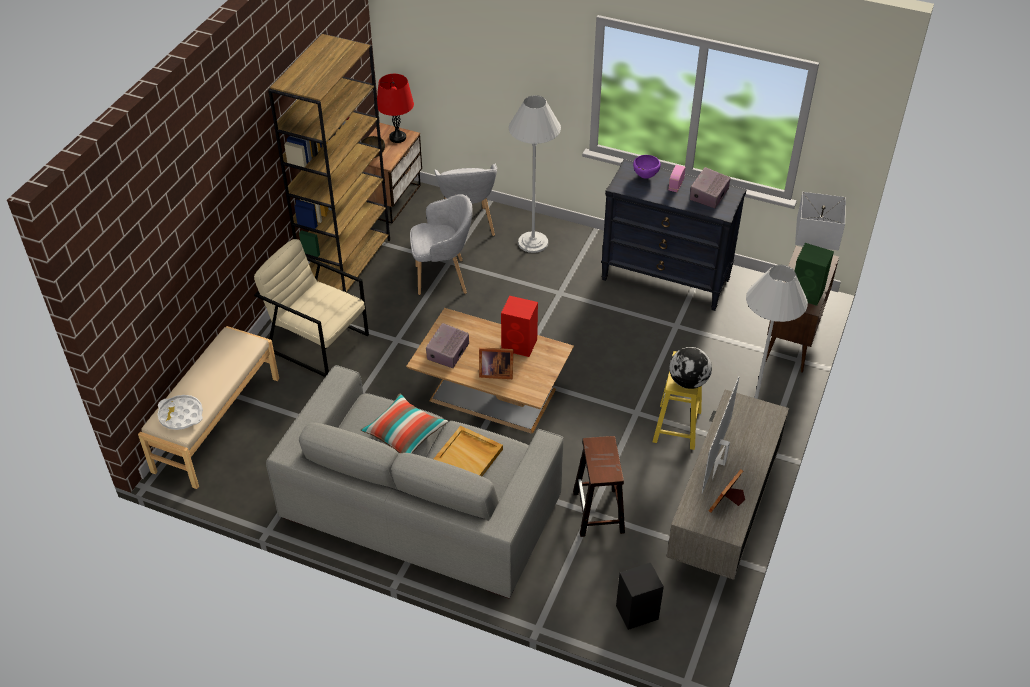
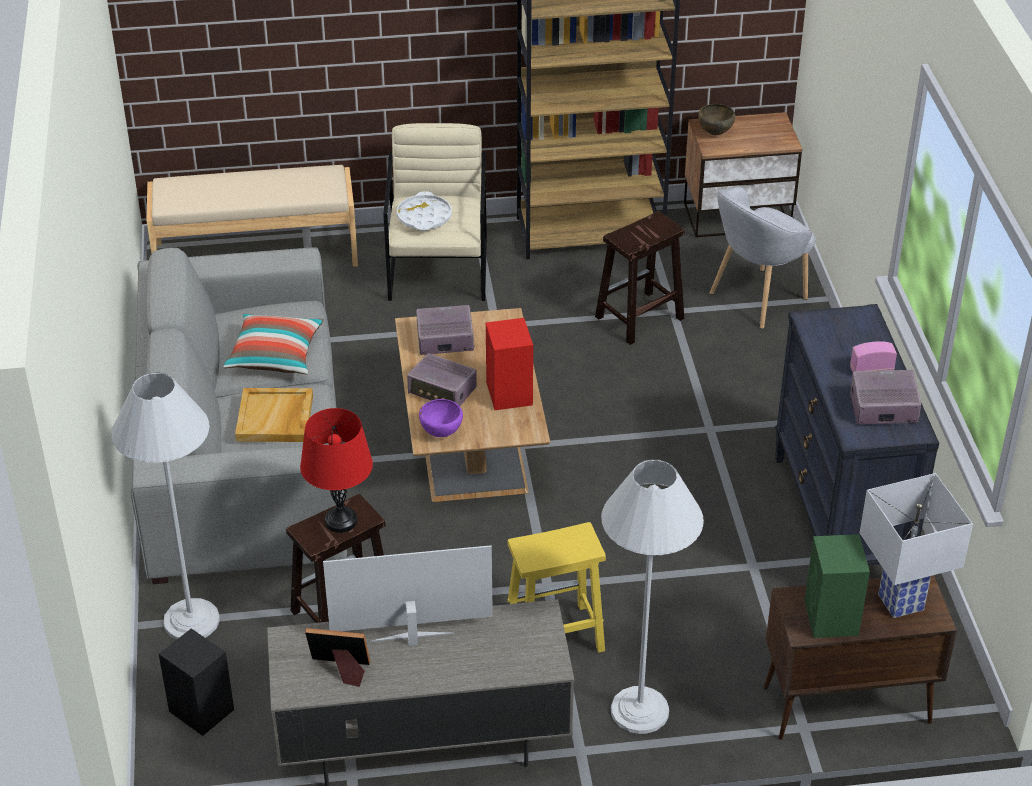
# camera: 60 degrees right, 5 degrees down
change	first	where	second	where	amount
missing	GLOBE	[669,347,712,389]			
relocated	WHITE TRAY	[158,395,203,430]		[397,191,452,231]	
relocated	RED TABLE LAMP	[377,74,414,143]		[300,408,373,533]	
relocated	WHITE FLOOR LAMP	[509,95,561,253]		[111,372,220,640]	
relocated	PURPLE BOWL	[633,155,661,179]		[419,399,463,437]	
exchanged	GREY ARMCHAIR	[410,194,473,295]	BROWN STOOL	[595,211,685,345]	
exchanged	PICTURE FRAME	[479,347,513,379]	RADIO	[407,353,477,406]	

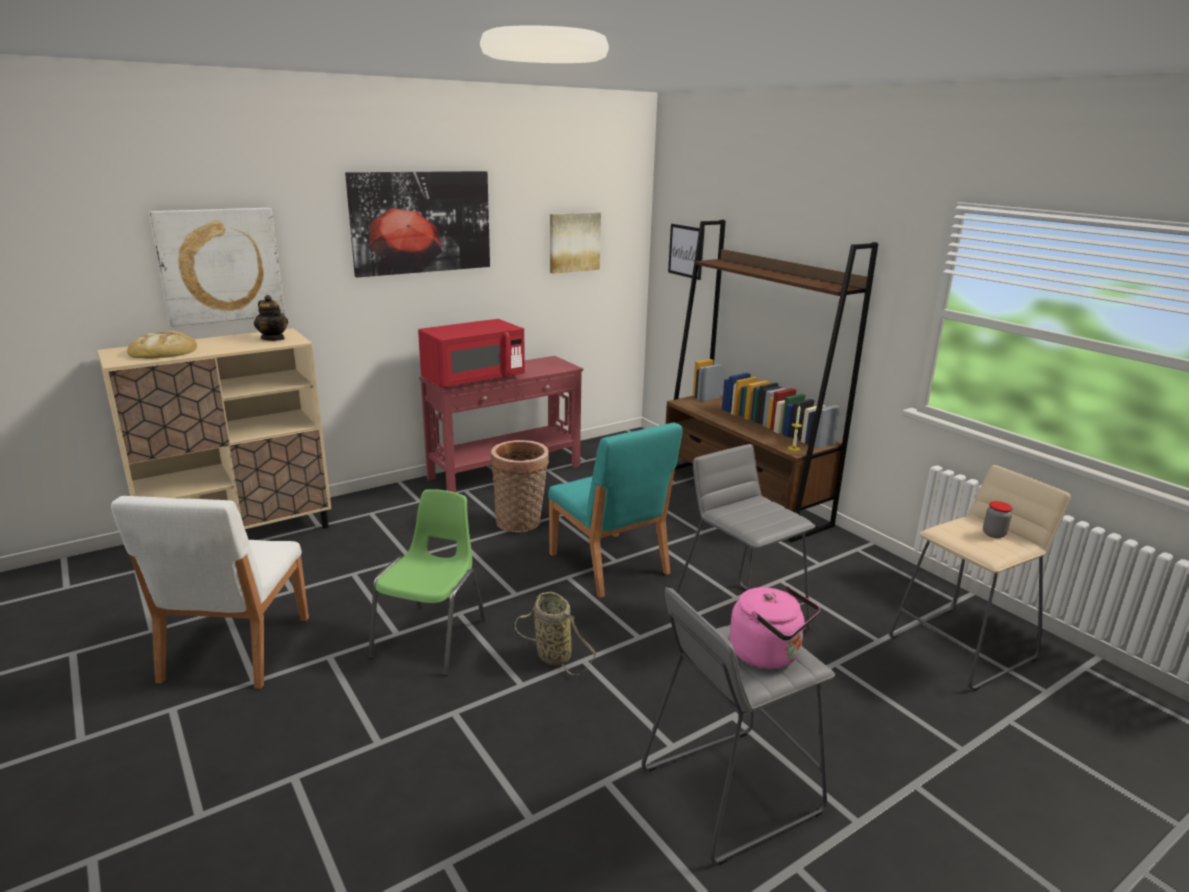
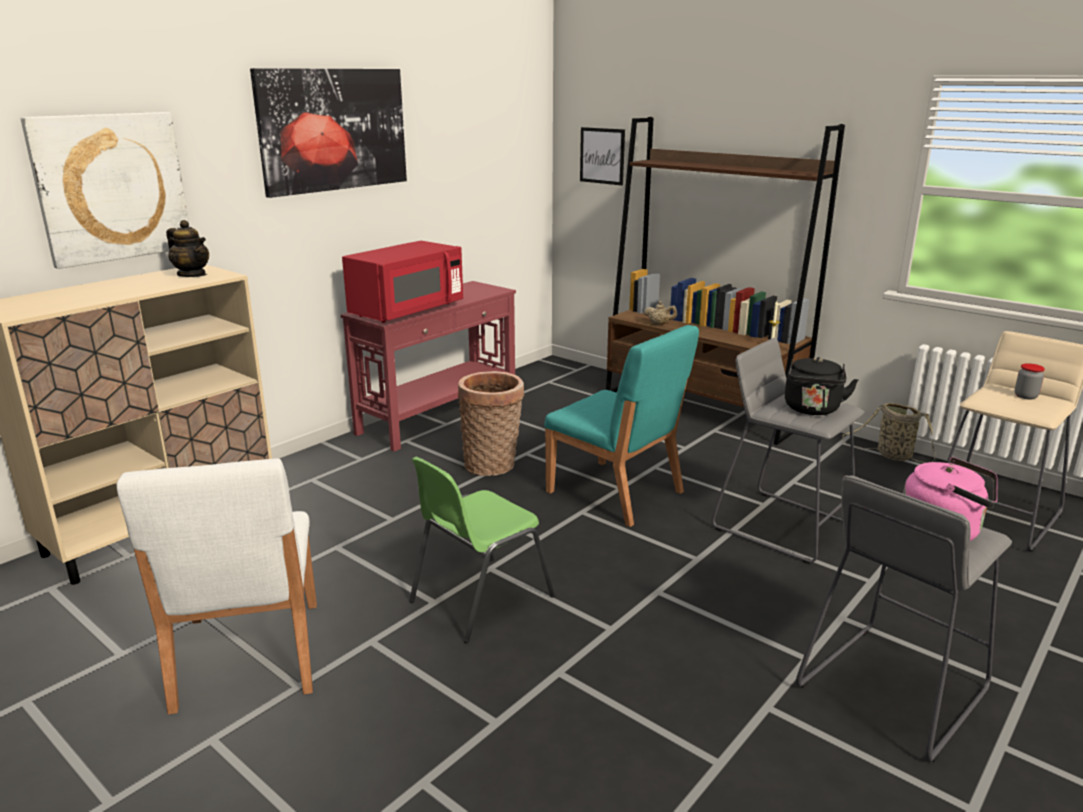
# camera: 15 degrees left, 0 degrees up
change	first	where	second	where	amount
missing	BREAD	[127,331,197,359]			
missing	PICTURE	[550,212,601,274]			
appeared			BEIGE TEAPOT	[644,301,677,325]	
appeared			BLACK KETTLE	[785,357,858,415]	
relocated	BASKET	[515,592,597,675]		[842,403,935,463]	
spun	GREEN CHAIR	[368,489,486,676]		[409,457,555,643]	135 degrees counterclockwise

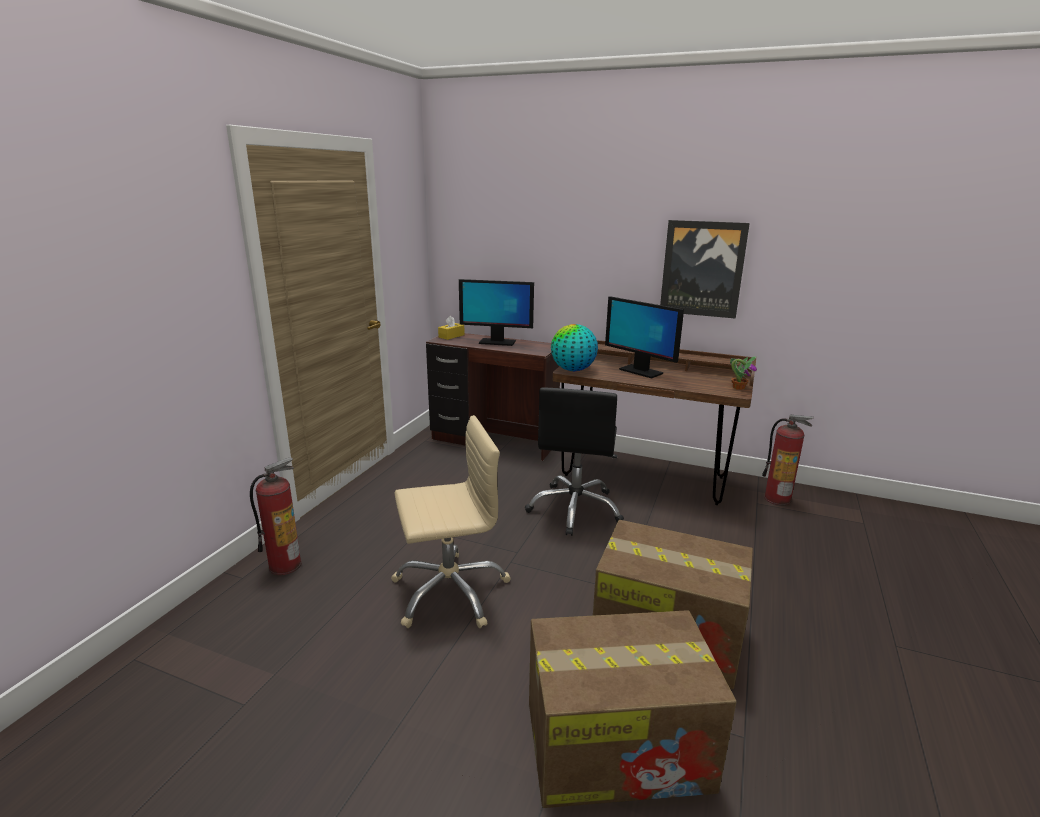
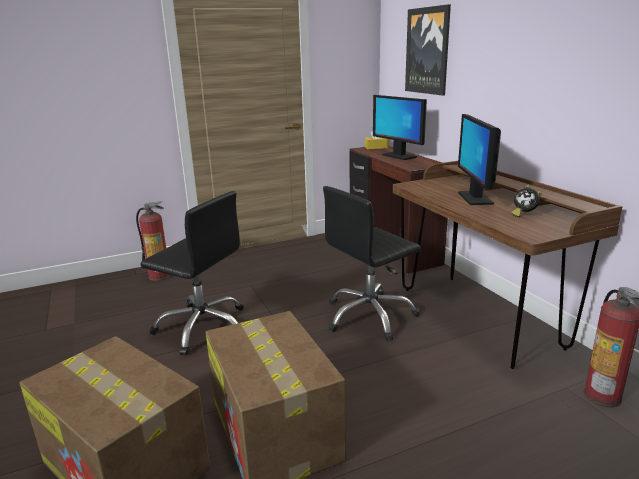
# camera: 45 degrees right, 0 degrees up
change	first	where	second	where	amount
missing	GLOBE	[551,324,598,371]			
missing	POTTED PLANT	[730,356,757,390]			
appeared			ALARM CLOCK	[511,185,542,218]	
relocated	PICTURE	[660,220,750,319]		[405,4,451,96]	
colour	BEIGE OFFICE CHAIR	[391,415,510,628]	BLACK OFFICE CHAIR	[140,191,244,355]	

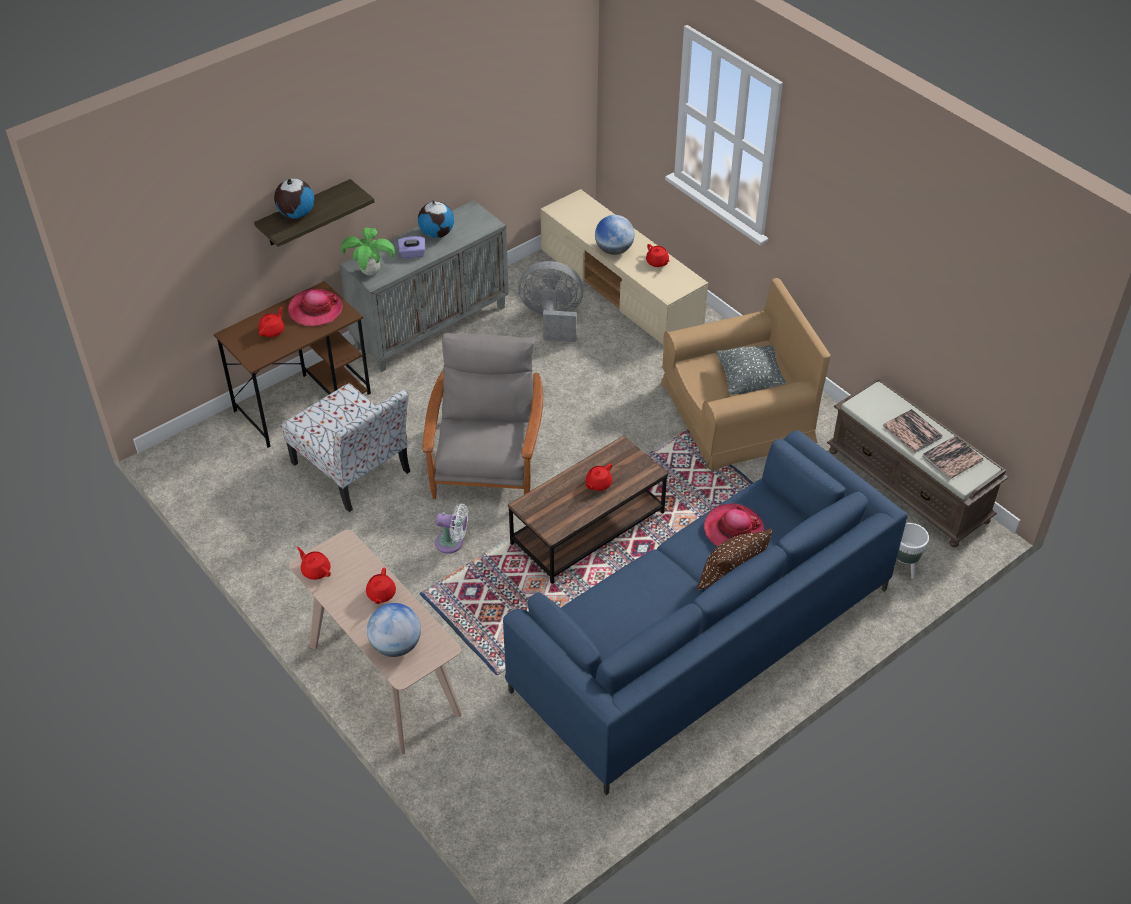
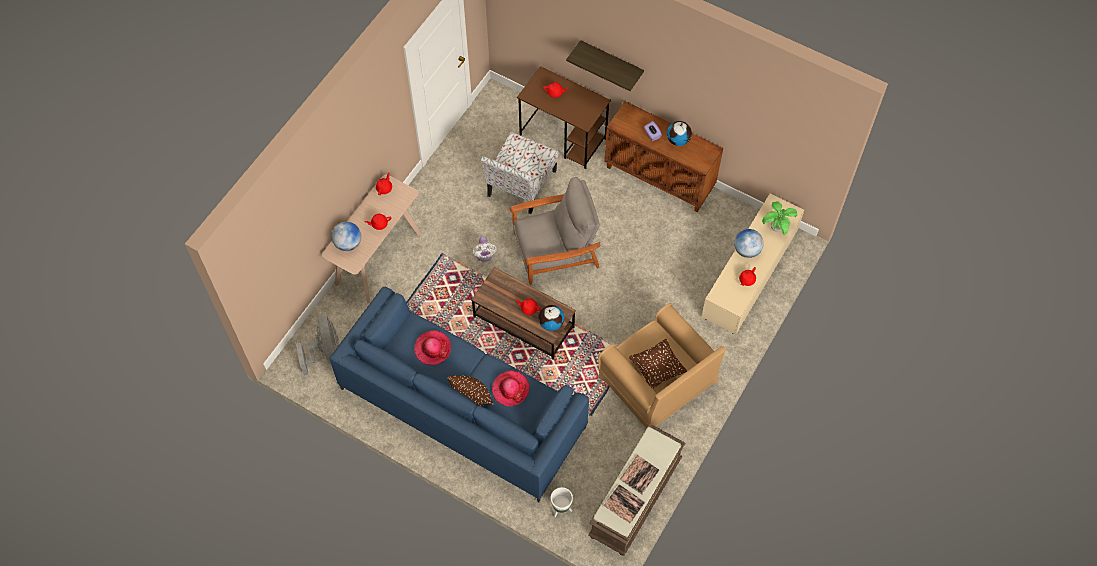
# camera: 70 degrees right, 15 degrees up
change	first	where	second	where	amount
relocated	GLOBE	[274,178,314,219]		[538,305,564,331]	
relocated	HAT	[288,289,343,326]		[414,331,451,365]	
relocated	POTTED PLANT	[341,228,395,275]		[762,201,798,235]	
relocated	GREY FAN	[518,261,584,342]		[296,316,339,376]	
colour	GREY CABINET	[339,200,509,372]	BROWN CABINET	[604,101,723,212]	
colour	GREY PILLOW	[716,345,787,395]	BROWN PILLOW	[629,339,687,389]	

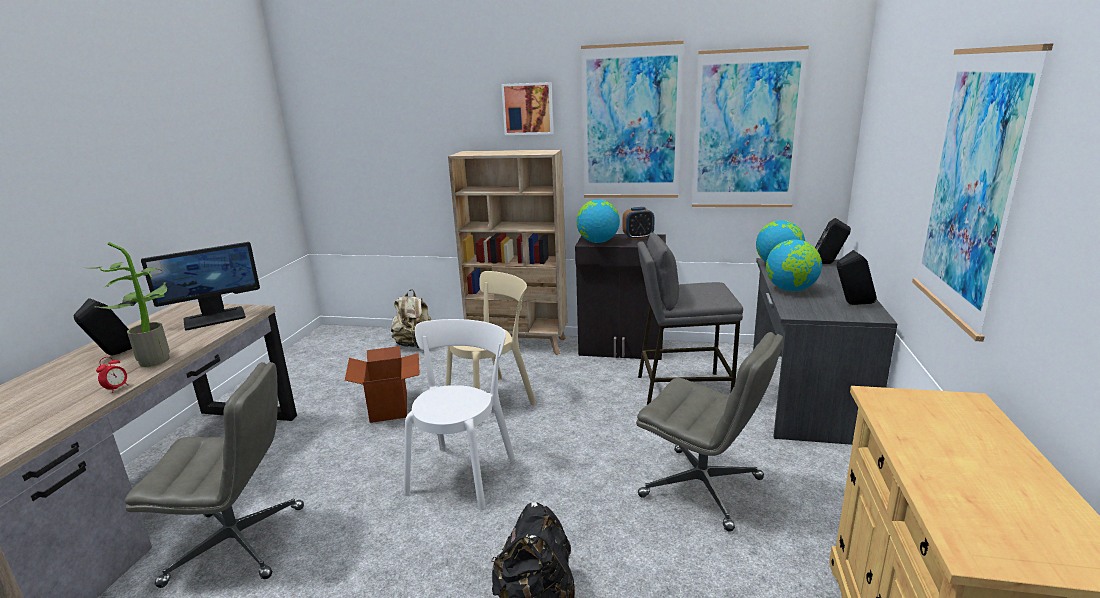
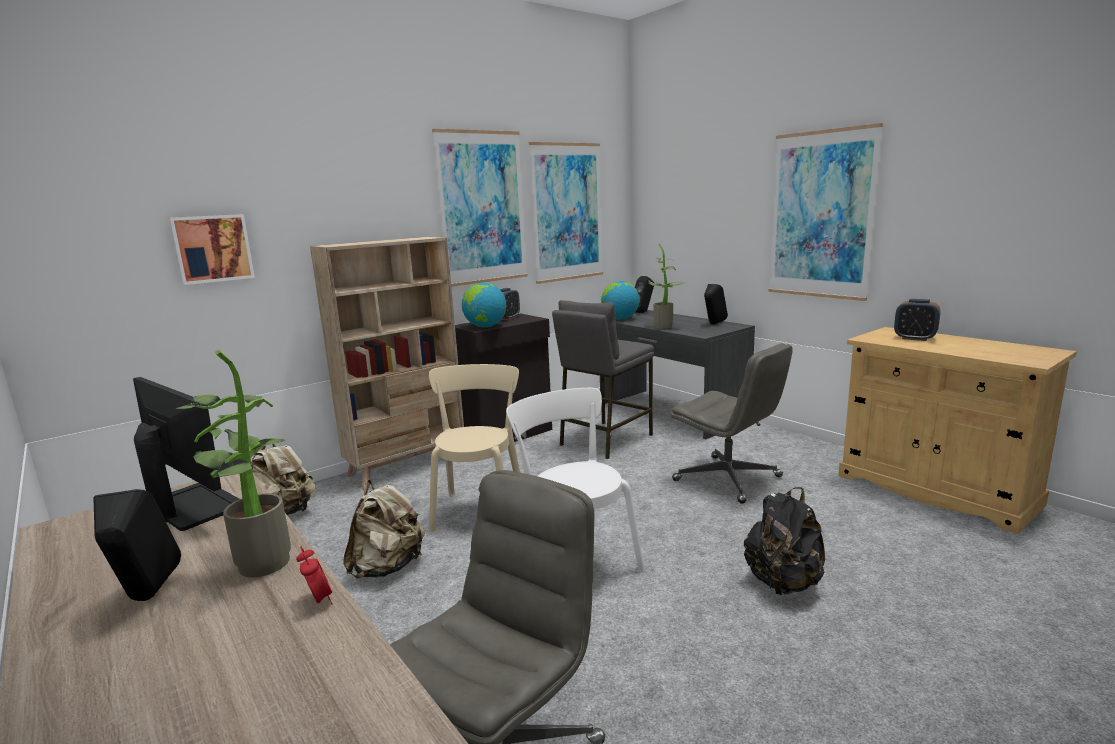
# camera: 50 degrees left, 5 degrees down
change	first	where	second	where	amount
appeared			ALARM CLOCK	[894,299,941,341]	
relocated	PICTURE	[501,82,554,135]		[169,214,255,285]	
exchanged	CARDBOARD BOX	[345,346,420,423]	BEIGE BACKPACK	[343,479,425,579]	
exchanged	GLOBE	[766,240,822,291]	POTTED PLANT	[648,244,689,329]	
spun	MONITOR	[141,242,260,330]		[133,377,239,531]	60 degrees counterclockwise
spun	GREY OFFICE CHAIR	[636,332,783,532]		[671,343,793,504]	60 degrees clockwise

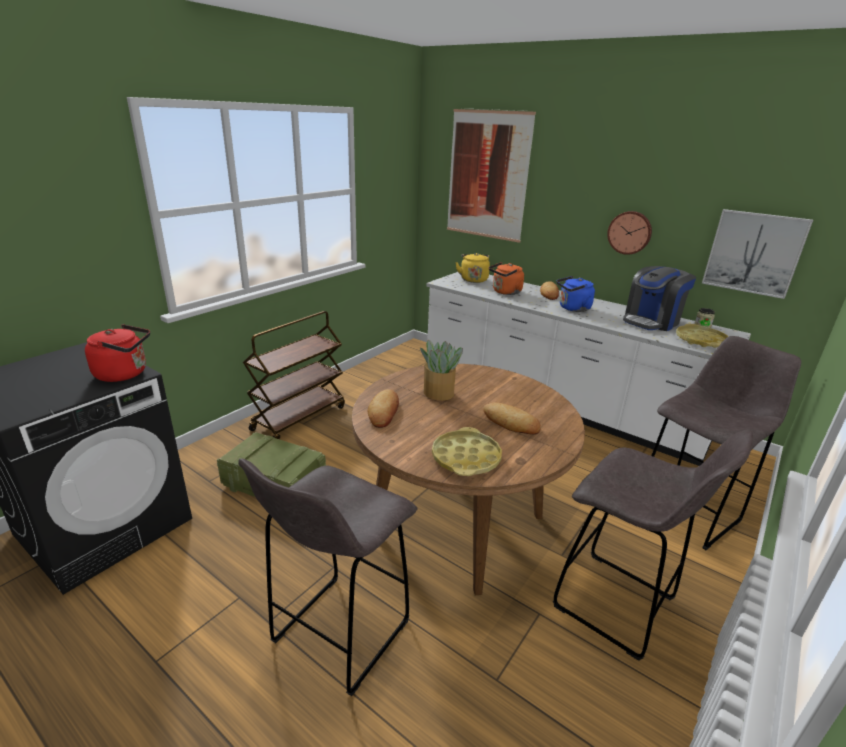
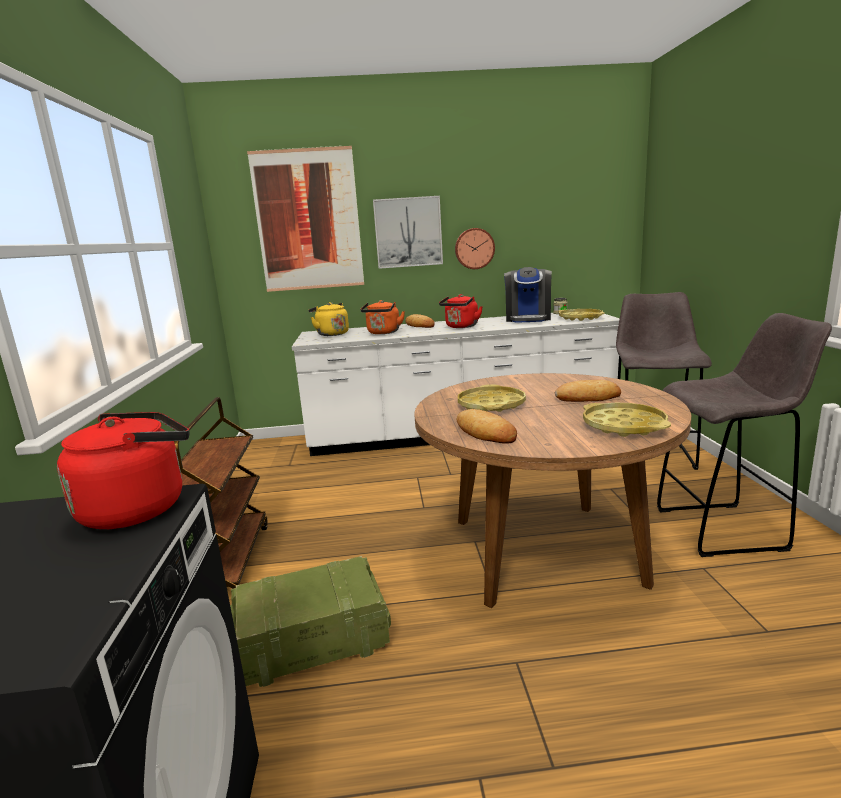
# camera: 40 degrees left, 10 degrees down
change	first	where	second	where	amount
missing	GREY STOOL	[238,459,417,696]			
relocated	PICTURE	[702,209,813,299]		[373,196,443,269]	
exchanged	POTTED PLANT	[420,339,463,401]	YELLOW TRAY	[458,384,526,412]	
colour	BLUE KETTLE	[556,276,595,312]	RED KETTLE	[439,294,483,328]	

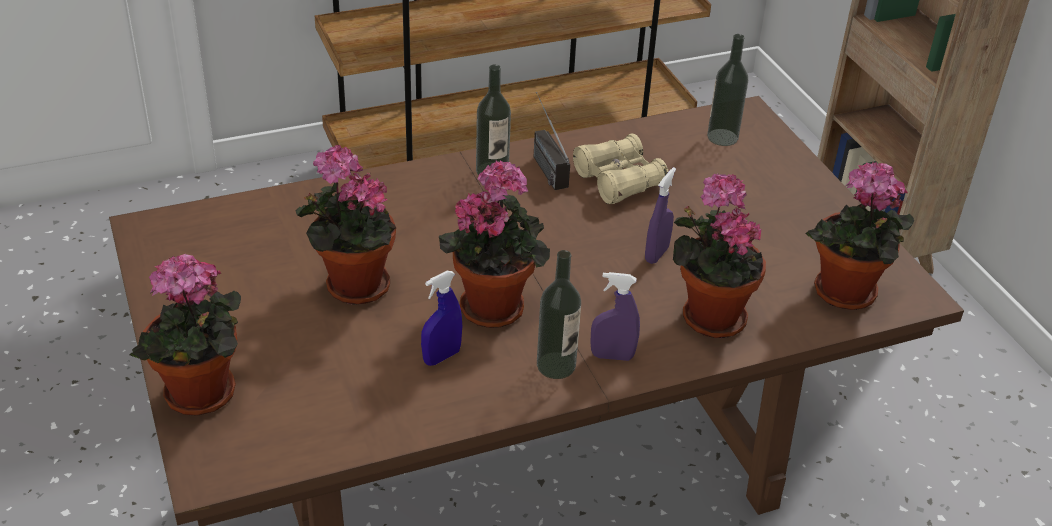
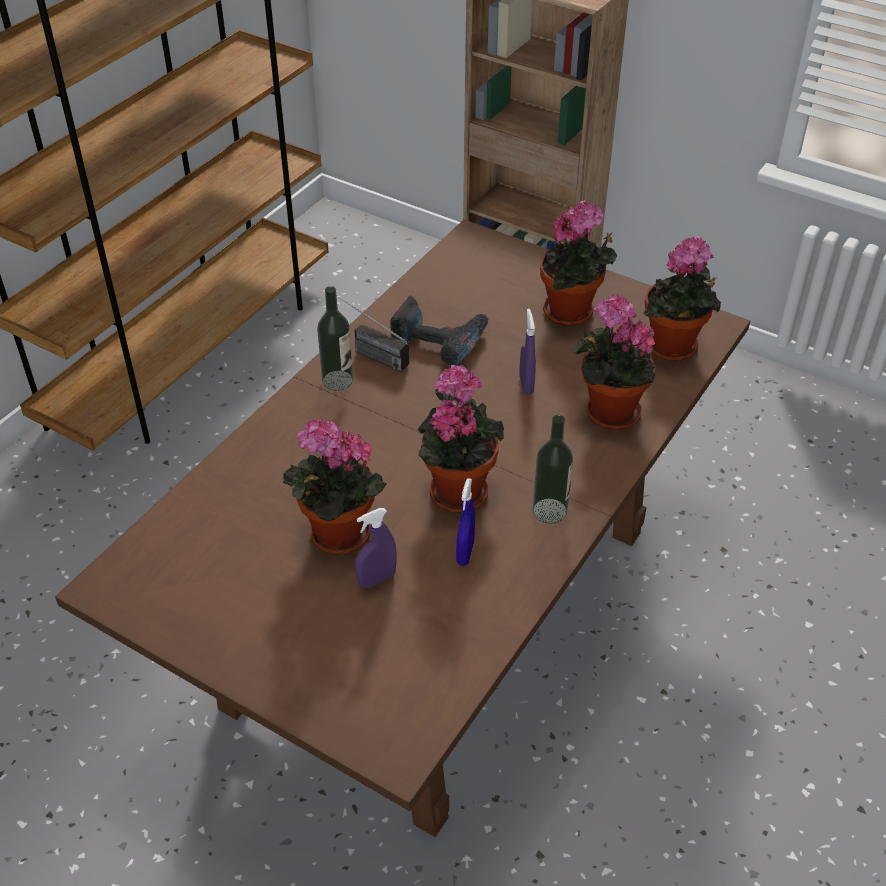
# camera: 35 degrees left, 5 degrees up
change	first	where	second	where	amount
missing	BOTTLE	[707,34,748,146]			
relocated	POTTED PLANT	[130,254,241,416]		[540,200,617,326]	
relocated	PURPLE SPRAY BOTTLE	[590,272,640,361]		[355,508,397,588]	
exchanged	BEIGE BINOCULARS	[573,134,669,204]	POWER DRILL	[390,295,488,366]	

